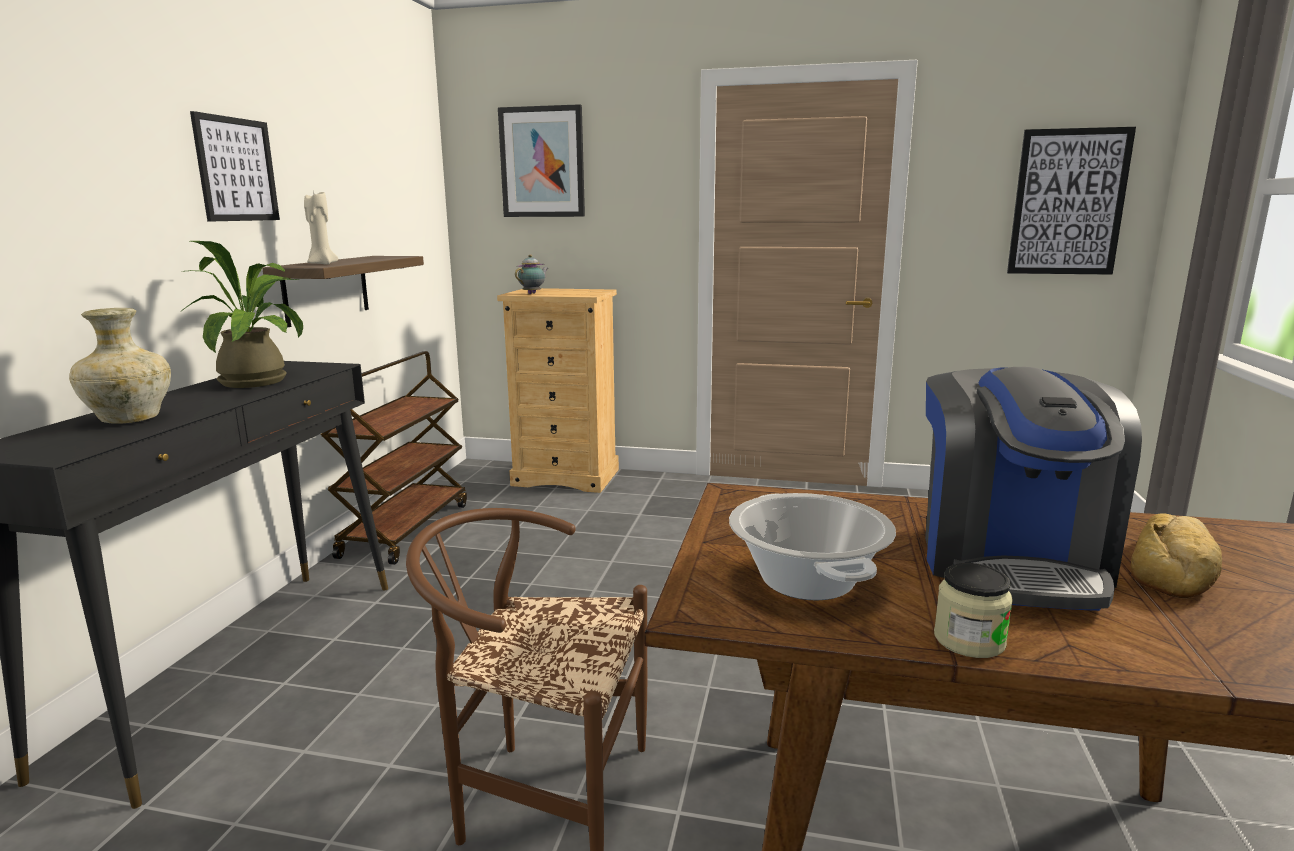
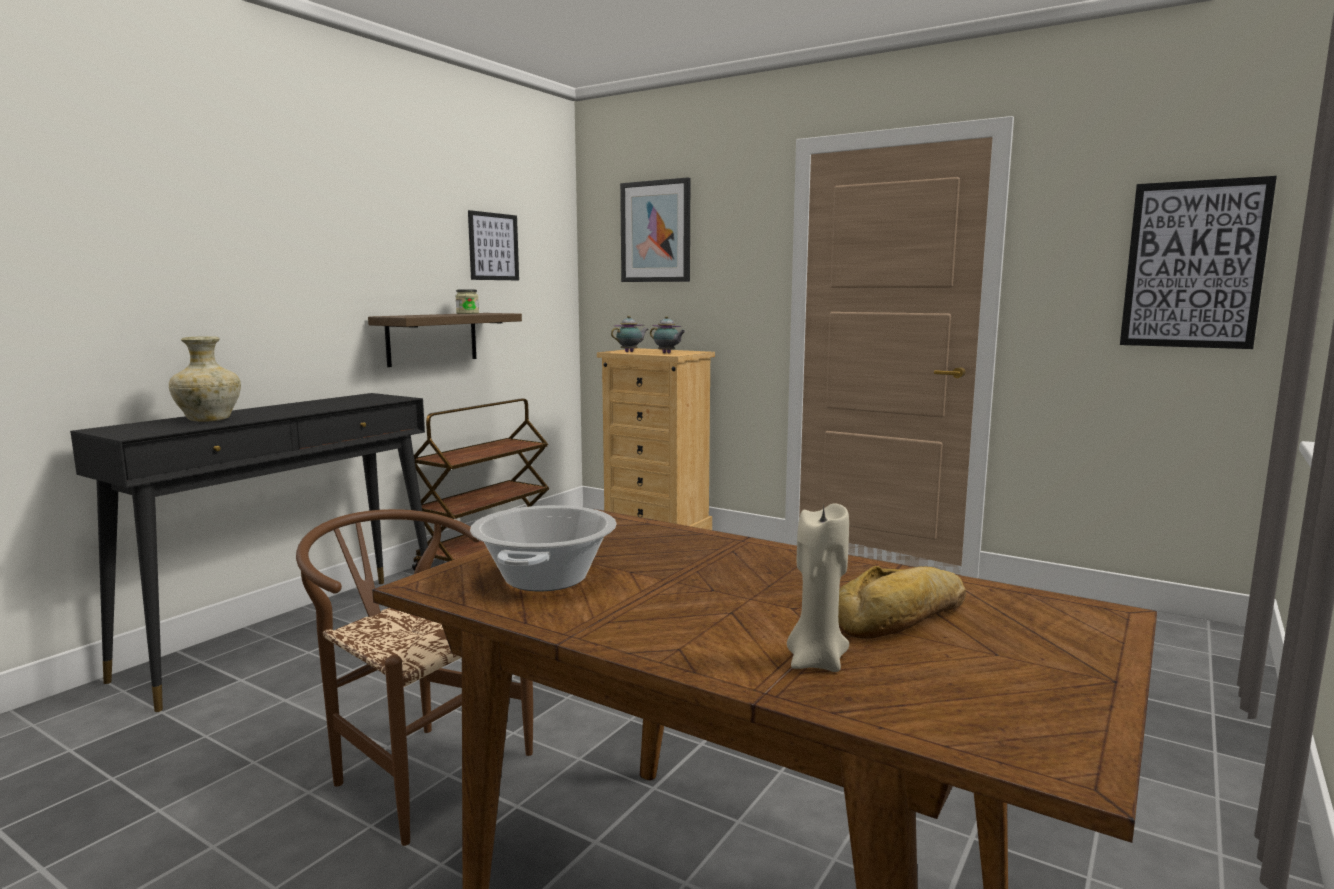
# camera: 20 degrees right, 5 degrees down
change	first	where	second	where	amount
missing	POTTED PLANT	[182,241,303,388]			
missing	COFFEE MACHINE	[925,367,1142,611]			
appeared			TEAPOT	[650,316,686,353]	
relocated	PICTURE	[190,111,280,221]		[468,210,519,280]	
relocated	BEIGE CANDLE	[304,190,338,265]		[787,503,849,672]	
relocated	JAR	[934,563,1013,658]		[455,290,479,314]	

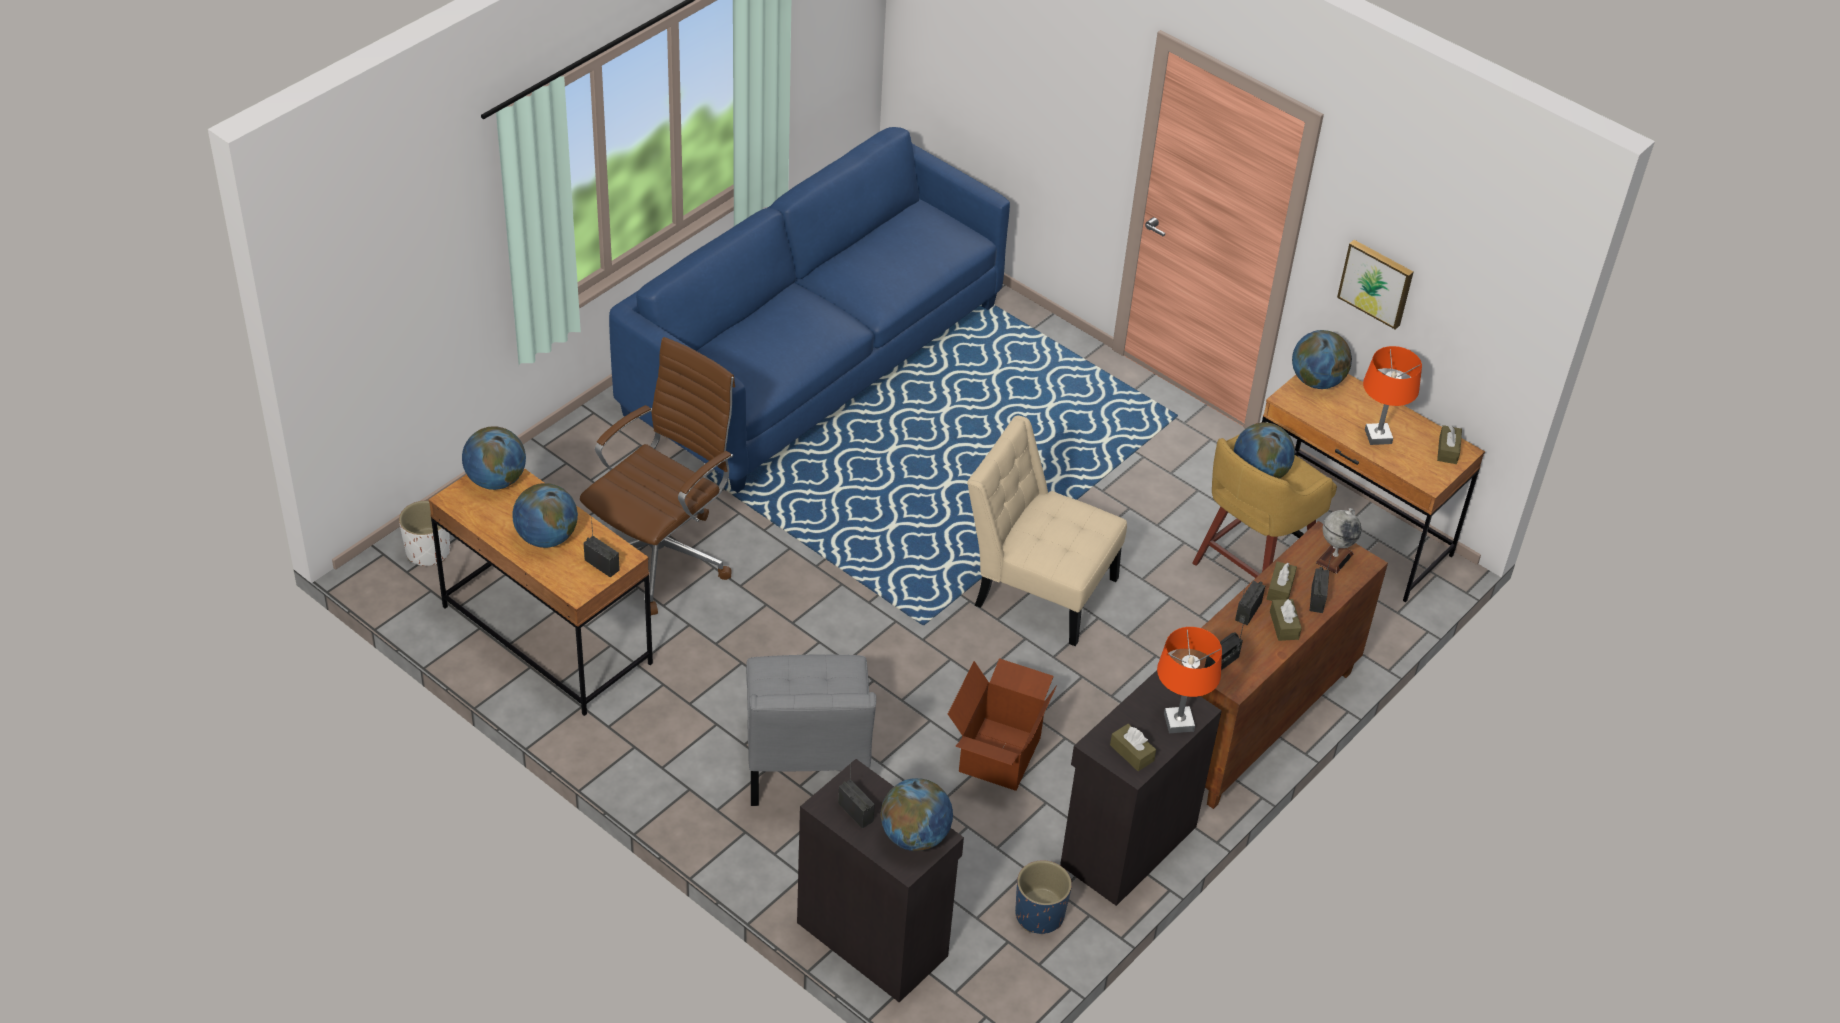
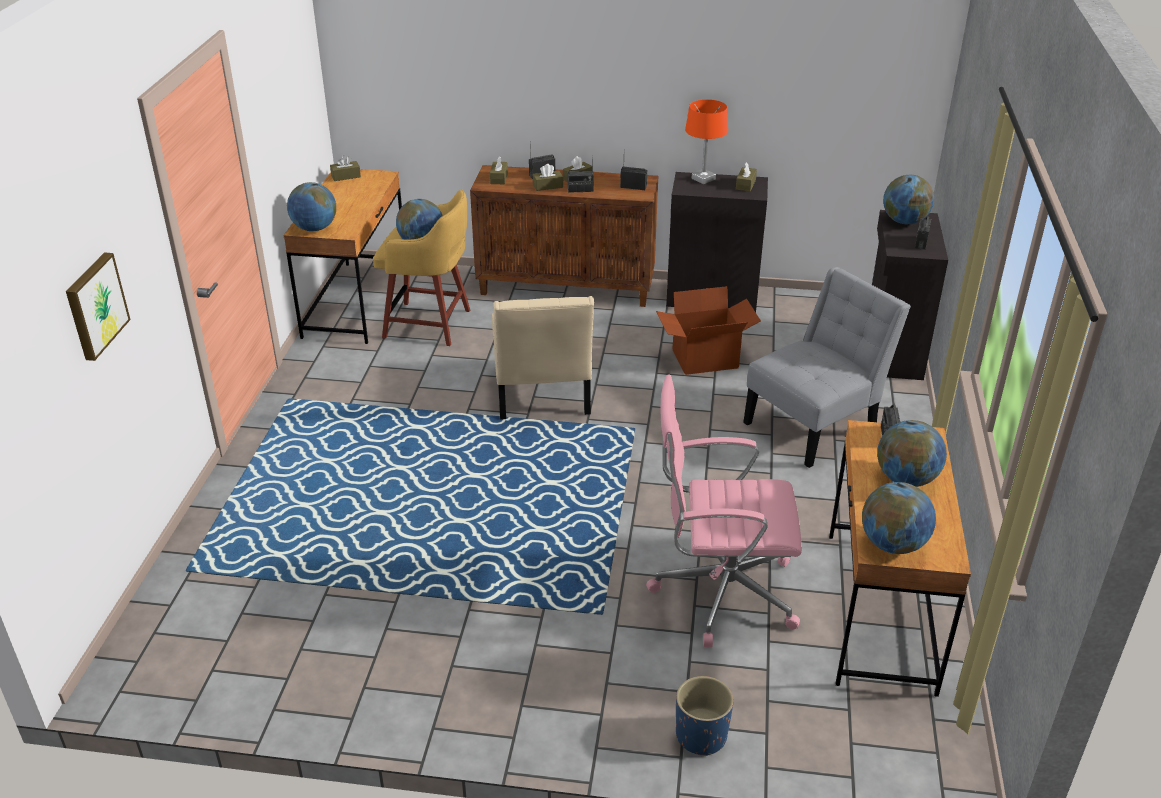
# camera: 120 degrees left, 10 degrees down
change	first	where	second	where	amount
missing	WHITE PLANTER	[399,501,450,566]			
missing	BLUE SOFA	[609,127,1010,493]			
missing	ORANGE TABLE LAMP	[1363,346,1422,445]			
relocated	BLUE PLANTER	[1015,860,1072,934]		[676,676,734,757]	
relocated	PICTURE	[1337,240,1413,329]		[66,252,131,361]	
exchanged	GLOBE	[1316,508,1362,574]	BROWN TISSUE BOX	[490,156,508,184]	
colour	BROWN OFFICE CHAIR	[580,337,735,615]	PINK OFFICE CHAIR	[646,375,802,647]	

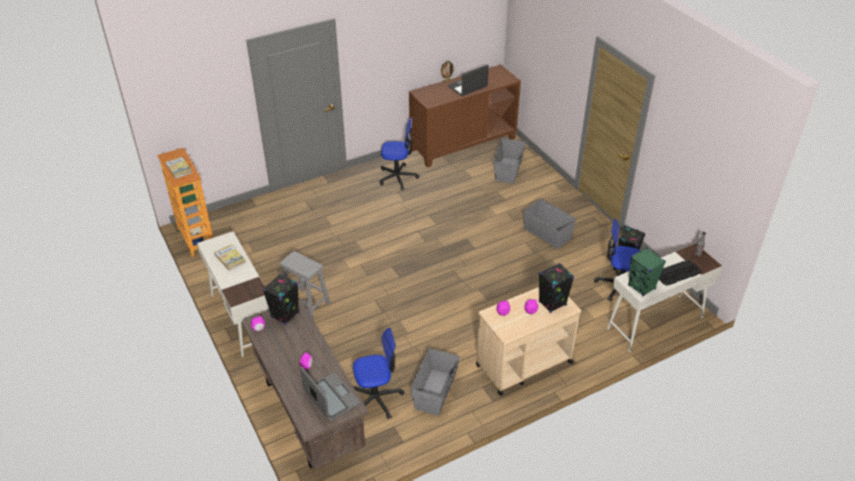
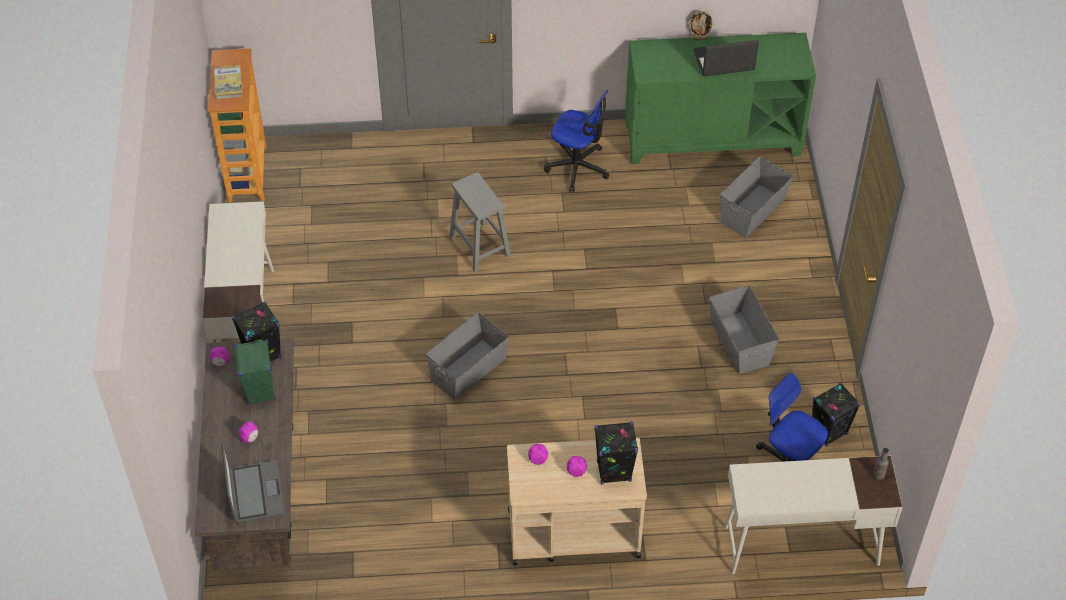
# camera: 25 degrees right, 10 degrees up
change	first	where	second	where	amount
missing	BOOK	[214,245,246,271]			
missing	OFFICE CHAIR	[353,328,404,419]			
missing	KEYBOARD	[659,261,701,286]			
relocated	GREY STOOL	[280,251,330,319]		[449,172,511,272]	
relocated	GREY STORAGE BOX	[410,348,460,416]		[426,312,509,400]	
relocated	GREEN SPEAKER	[628,247,666,296]		[234,339,276,405]	
colour	BROWN CABINET	[409,65,521,168]	GREEN CABINET	[625,33,816,164]	

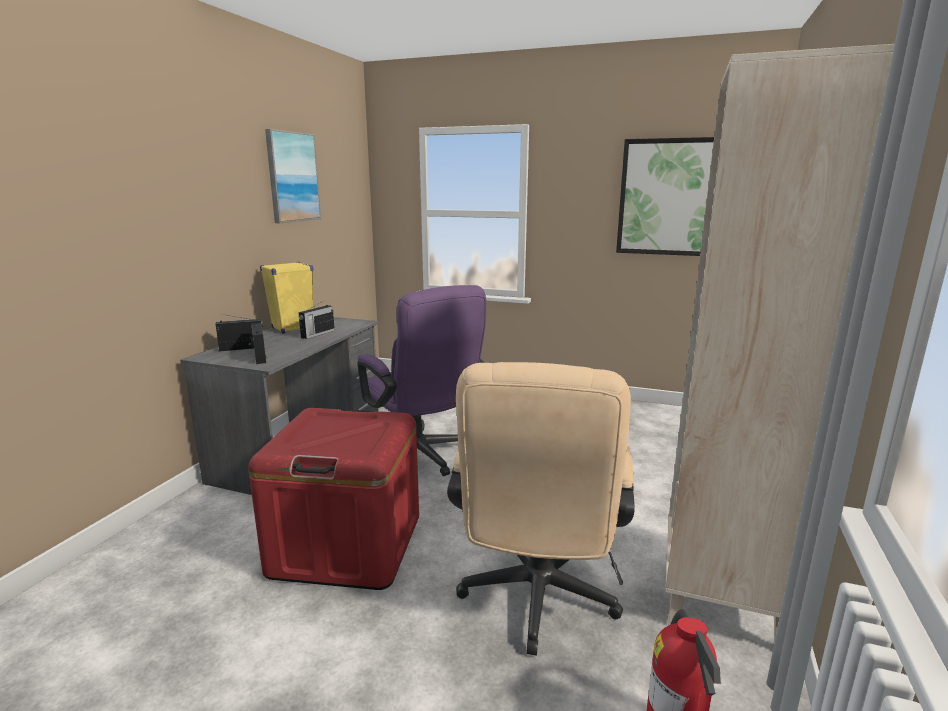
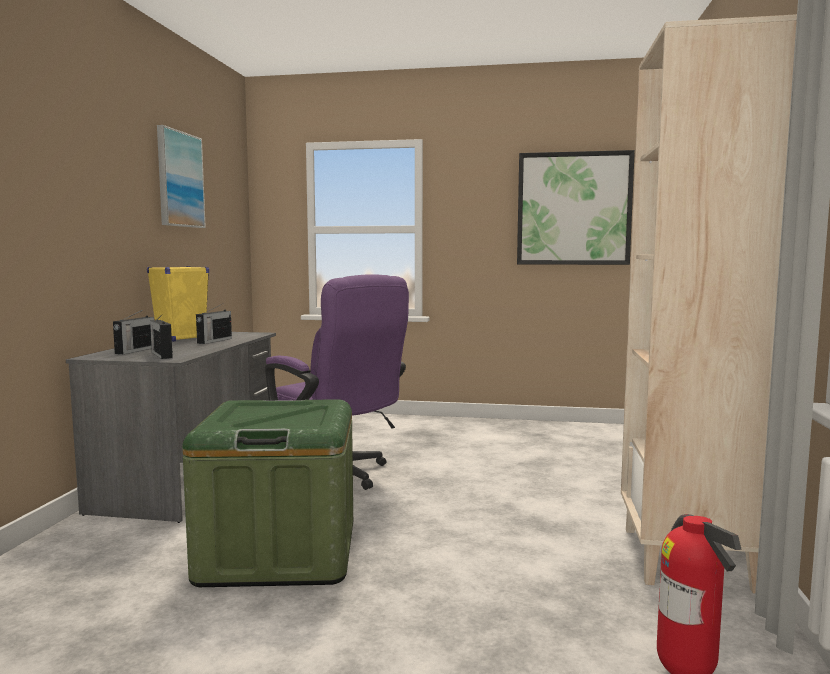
# camera: 10 degrees left, 10 degrees down
change	first	where	second	where	amount
missing	BEIGE OFFICE CHAIR	[447,362,635,656]			
colour	RED STORAGE BOX	[248,408,419,590]	GREEN STORAGE BOX	[182,399,353,587]	
spun	RADIO	[216,314,263,351]		[113,310,154,354]	135 degrees clockwise

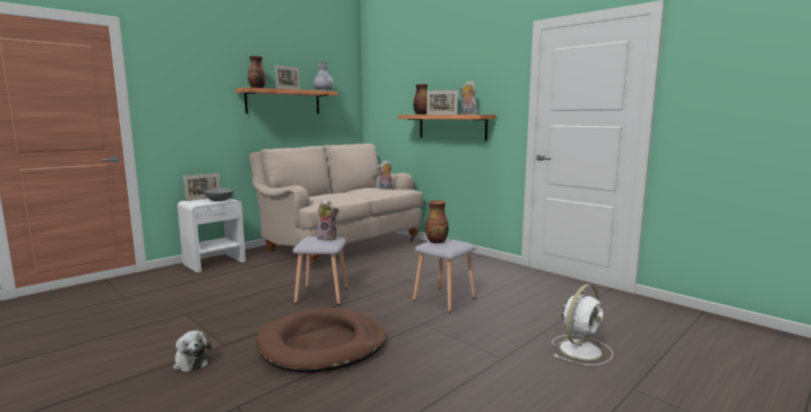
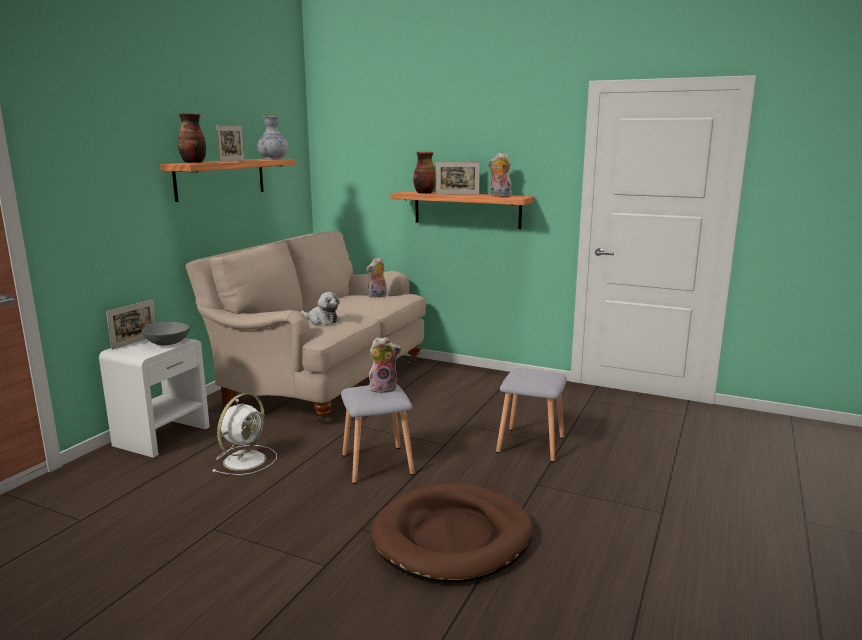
# camera: 20 degrees left, 5 degrees up
change	first	where	second	where	amount
missing	VASE	[426,200,449,243]			
relocated	PLUSH TOY	[173,330,211,372]		[301,292,340,325]	
relocated	WHITE FAN	[552,284,613,365]		[212,393,277,475]	

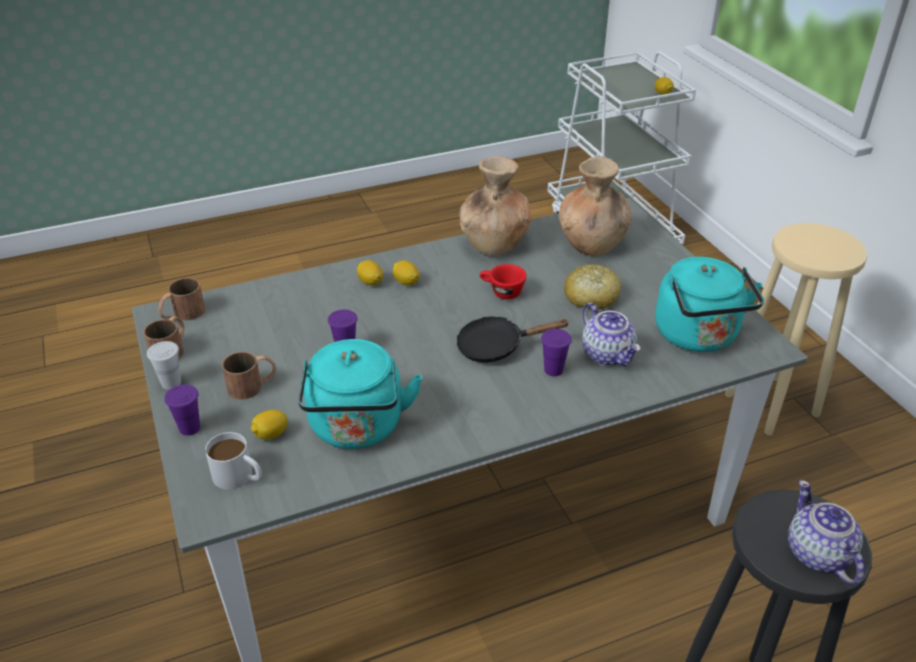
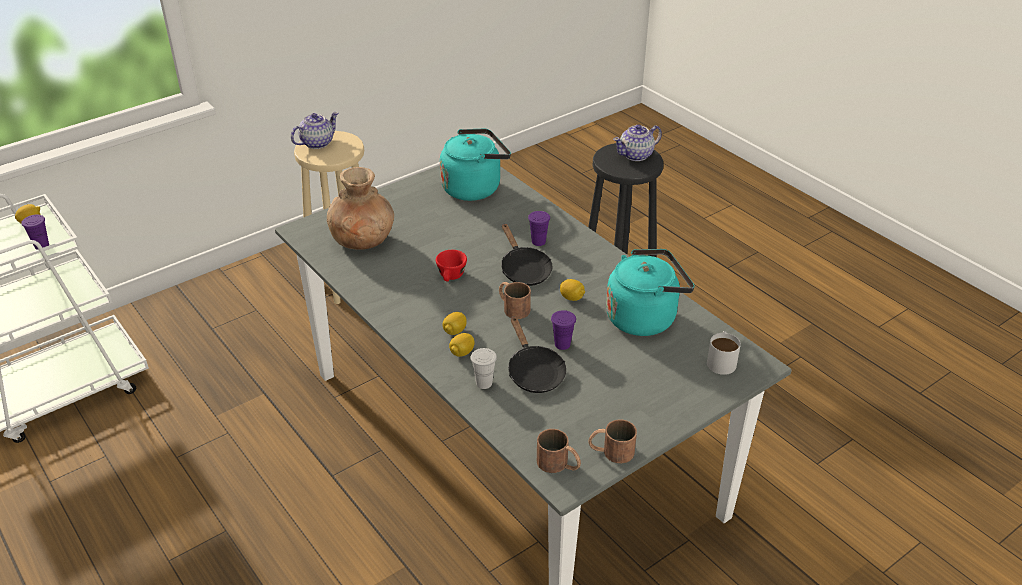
# camera: 105 degrees left, 0 degrees up
change	first	where	second	where	amount
missing	BROWN VASE	[459,157,531,256]			
missing	BREAD	[564,264,621,309]			
appeared			BLACK FRYING PAN	[508,316,566,393]	
relocated	WHITE CUP	[147,341,181,390]		[471,348,497,389]	
relocated	PURPLE CUP	[164,385,200,436]		[21,215,49,250]	
relocated	BROWN MUG	[222,352,276,400]		[499,282,531,319]	
relocated	LEMON	[251,410,287,440]		[560,279,585,301]	
relocated	TEAPOT	[582,302,641,366]		[291,112,338,149]	

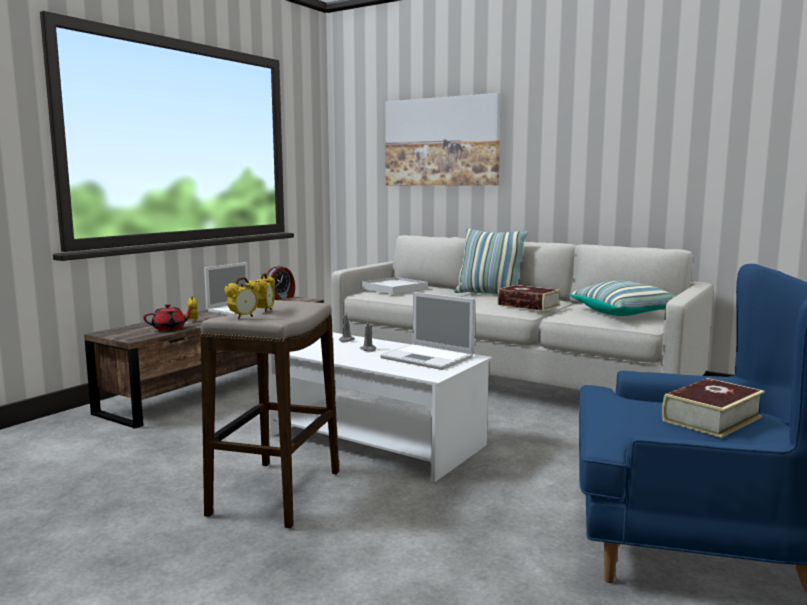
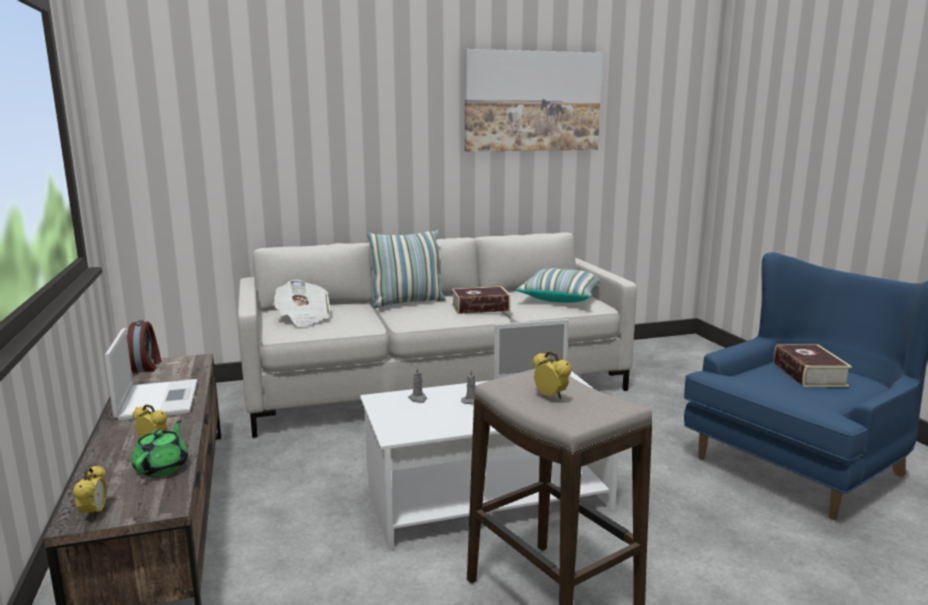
# camera: 50 degrees left, 5 degrees up
change	first	where	second	where	amount
relocated	ALARM CLOCK	[224,277,260,319]		[73,465,107,519]	
relocated	PICTURE	[385,93,501,186]		[465,49,603,152]	
exchanged	WHITE TRAY	[361,277,428,294]	NEWSPAPER	[273,280,330,327]	
colour	RED TEAPOT	[143,304,194,331]	GREEN TEAPOT	[132,420,188,477]	

